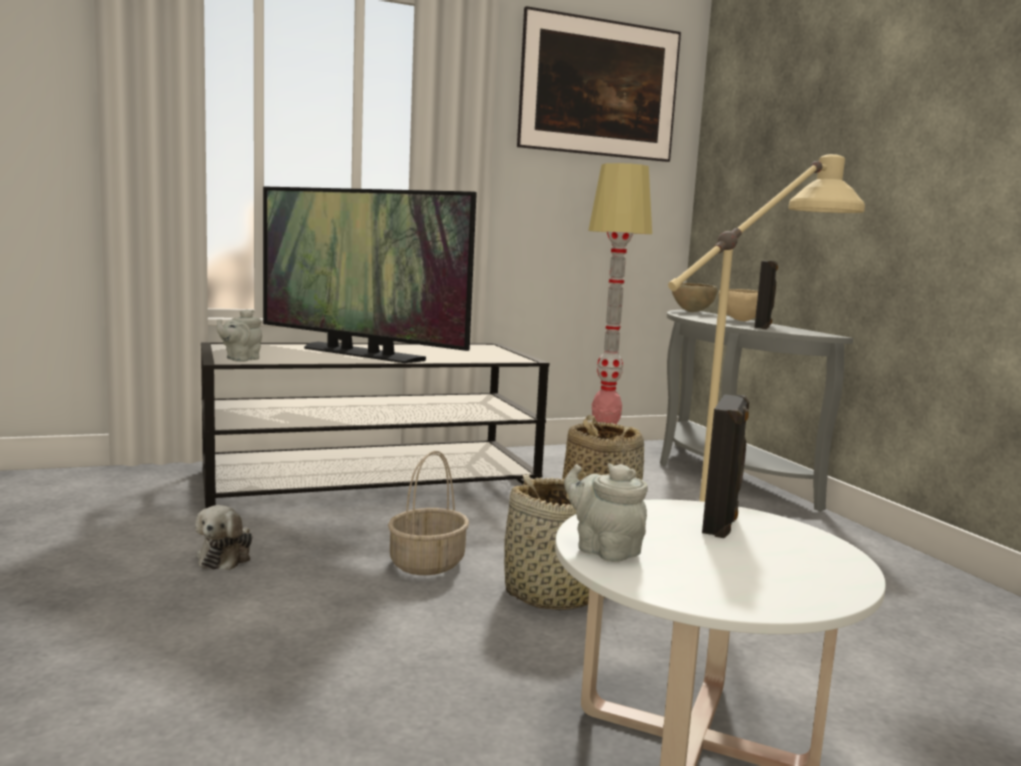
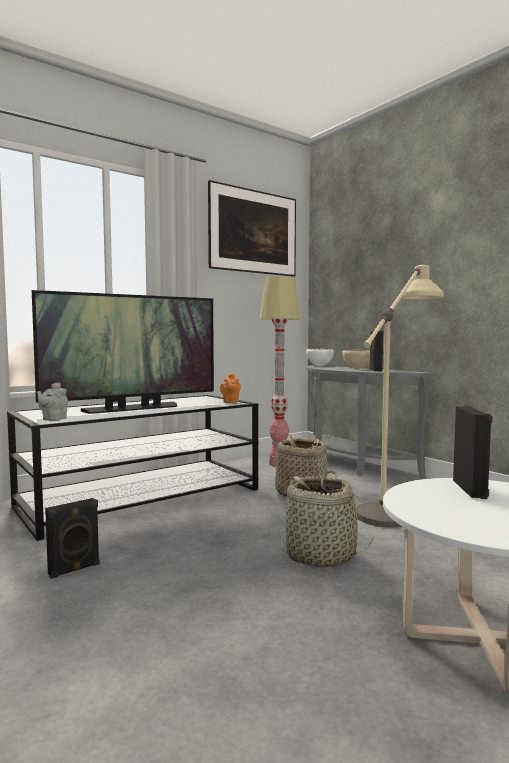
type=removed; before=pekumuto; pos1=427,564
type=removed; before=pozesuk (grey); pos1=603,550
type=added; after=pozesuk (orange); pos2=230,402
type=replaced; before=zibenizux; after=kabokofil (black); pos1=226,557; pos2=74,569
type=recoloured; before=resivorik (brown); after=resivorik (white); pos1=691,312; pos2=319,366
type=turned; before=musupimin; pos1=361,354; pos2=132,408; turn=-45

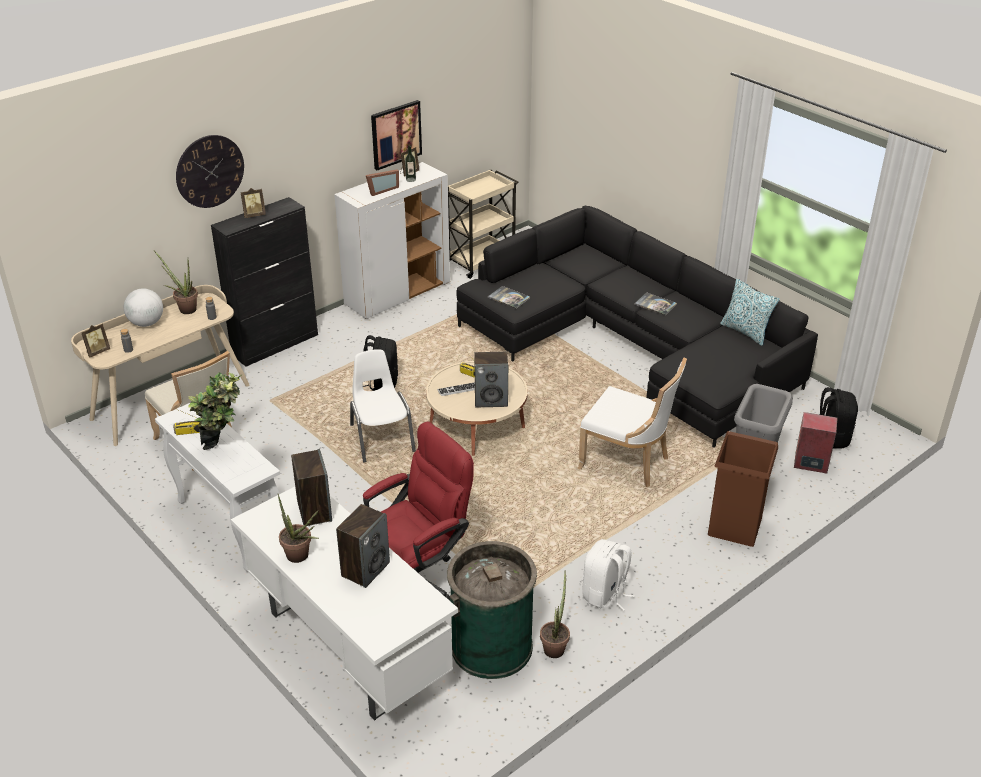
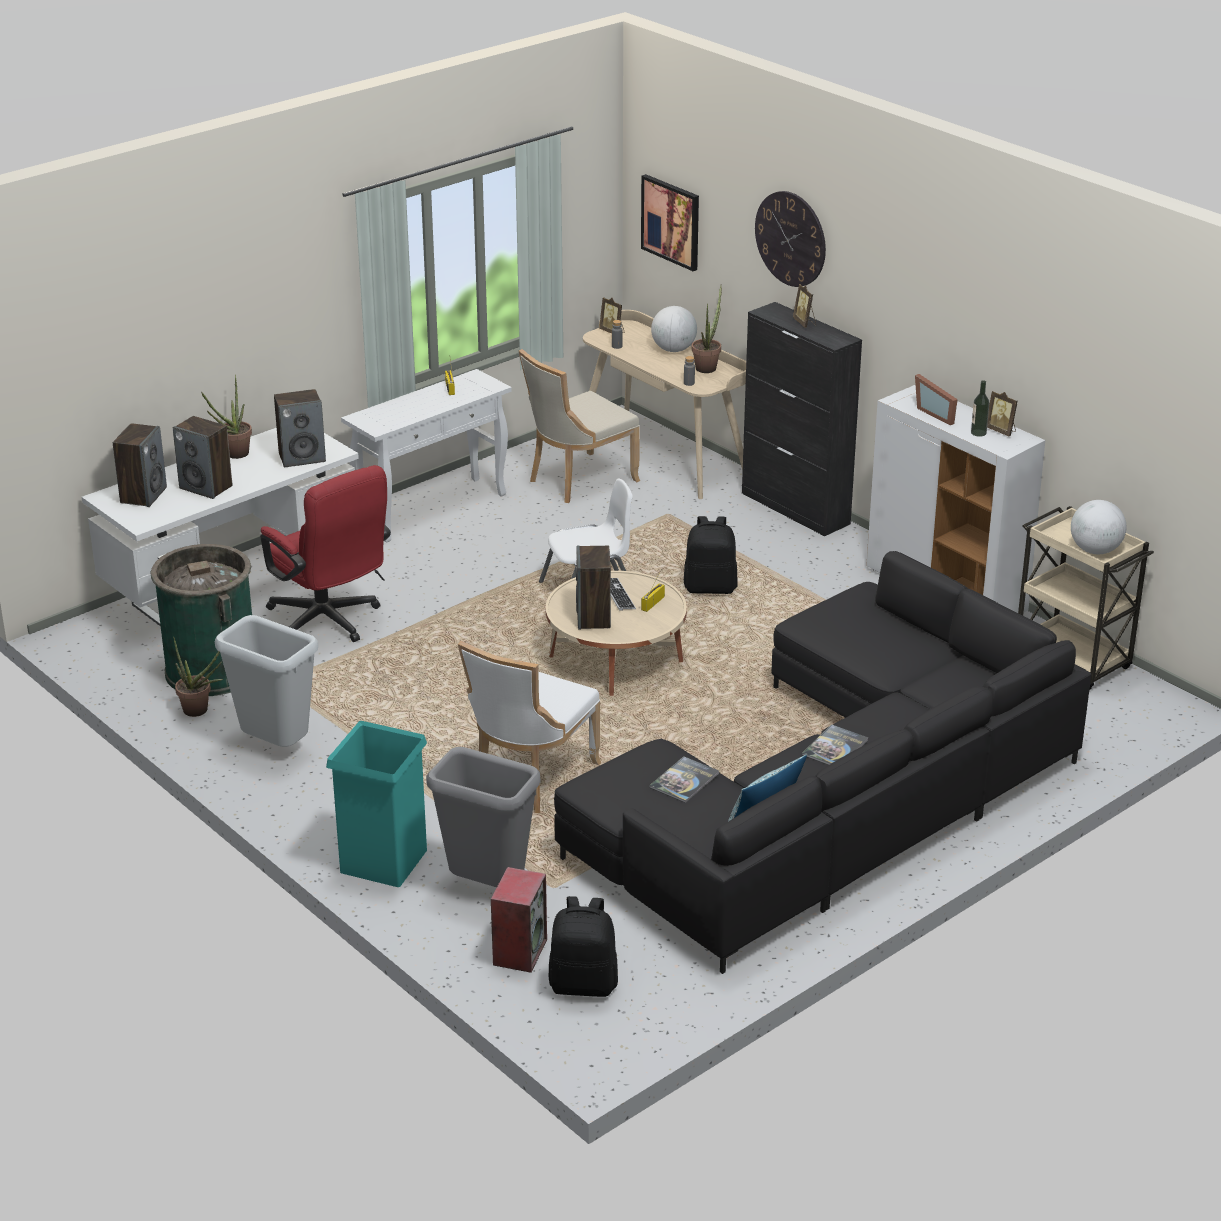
type=removed; before=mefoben; pos1=224,448
type=added; after=kabokofil; pos2=143,495
type=added; after=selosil; pos2=1095,550
type=moved; before=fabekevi; pos1=395,134; pos2=671,221
type=moved; before=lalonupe; pos1=509,298; pos2=684,780
type=replaced; before=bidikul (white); after=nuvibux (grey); pos1=605,594; pos2=274,748
type=recoloured; before=nuvibux (brown); after=nuvibux (turquoise); pos1=734,526; pos2=383,860

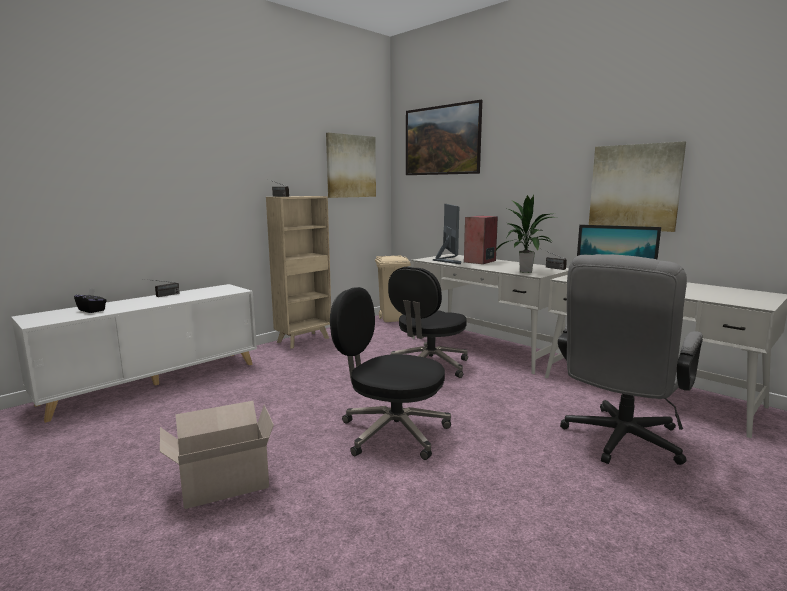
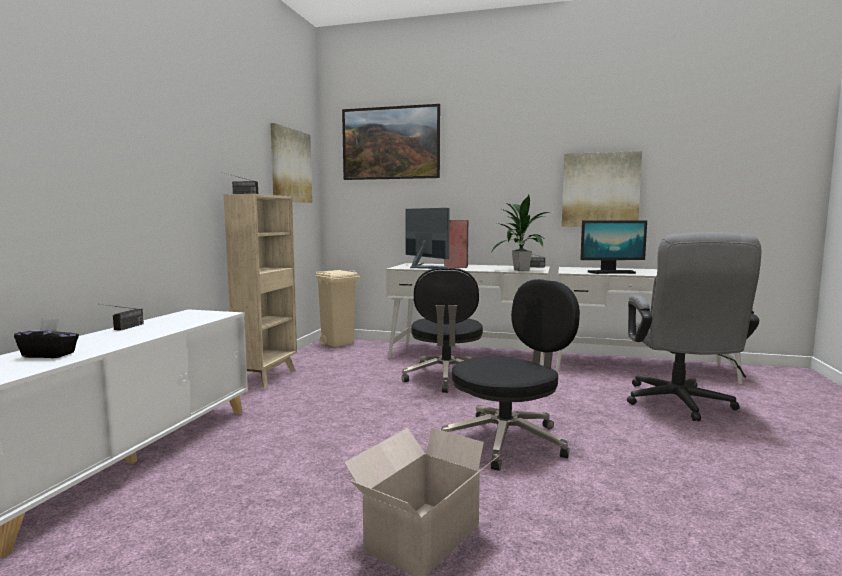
type=turned; before=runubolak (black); pos1=391,432; pos2=508,441; turn=150

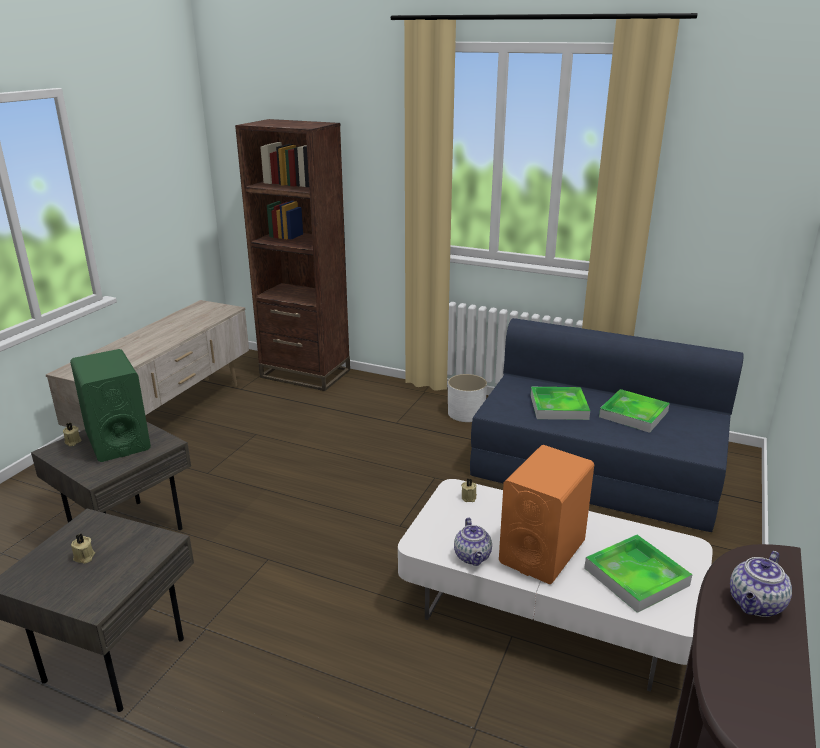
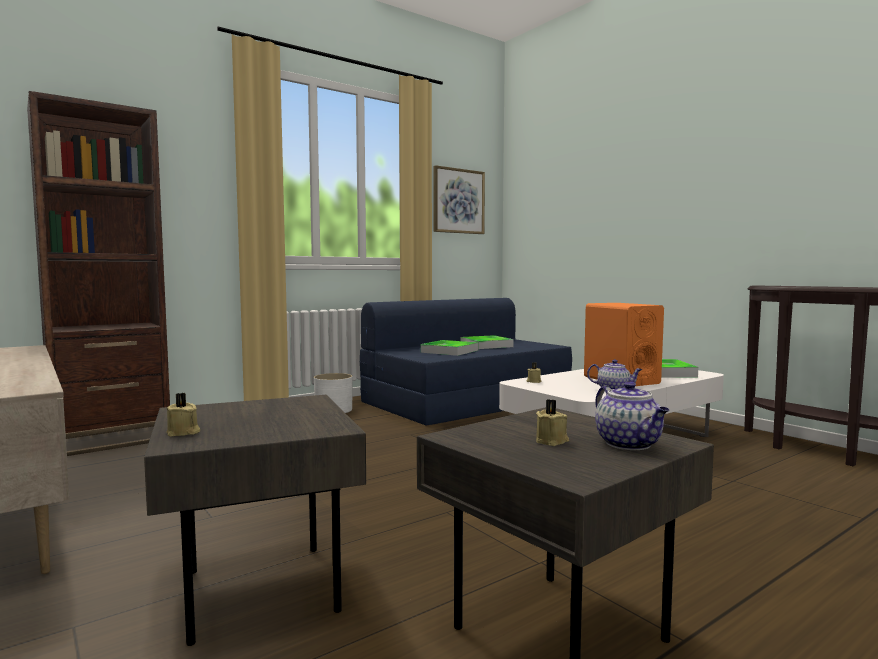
type=removed; before=kabokofil (green); pos1=117,440
type=added; after=fabekevi; pos2=458,201
type=moved; before=pozesuk; pos1=756,605; pos2=630,444

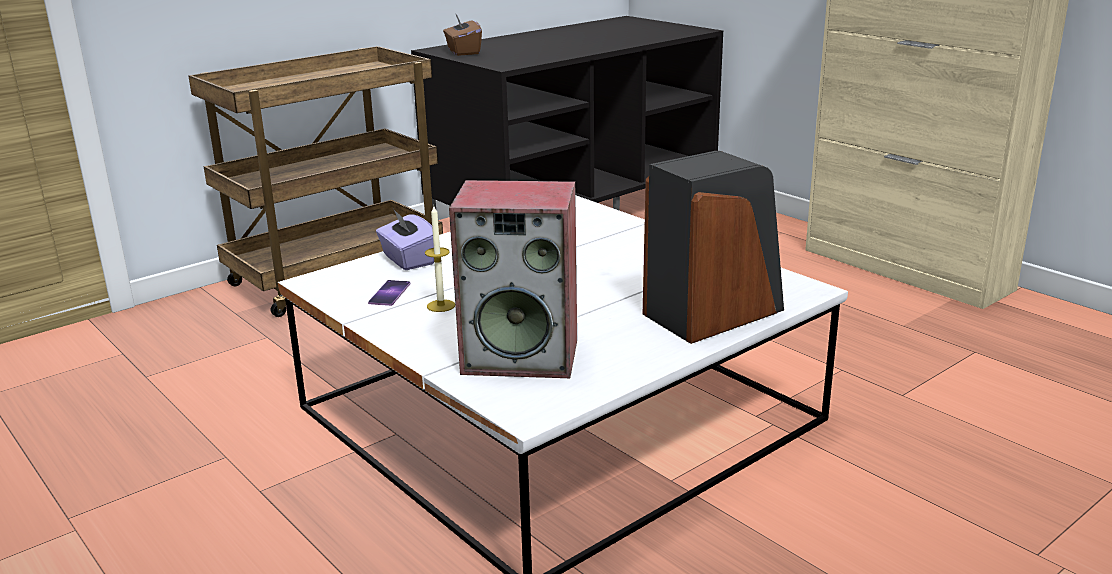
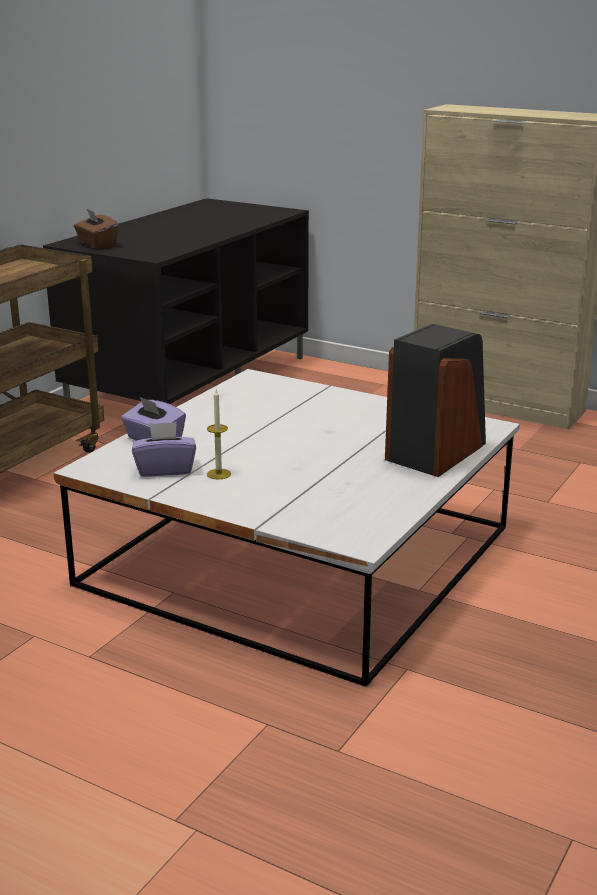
type=removed; before=kabokofil; pos1=522,356
type=replaced; before=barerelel; after=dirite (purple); pos1=389,293; pos2=165,469

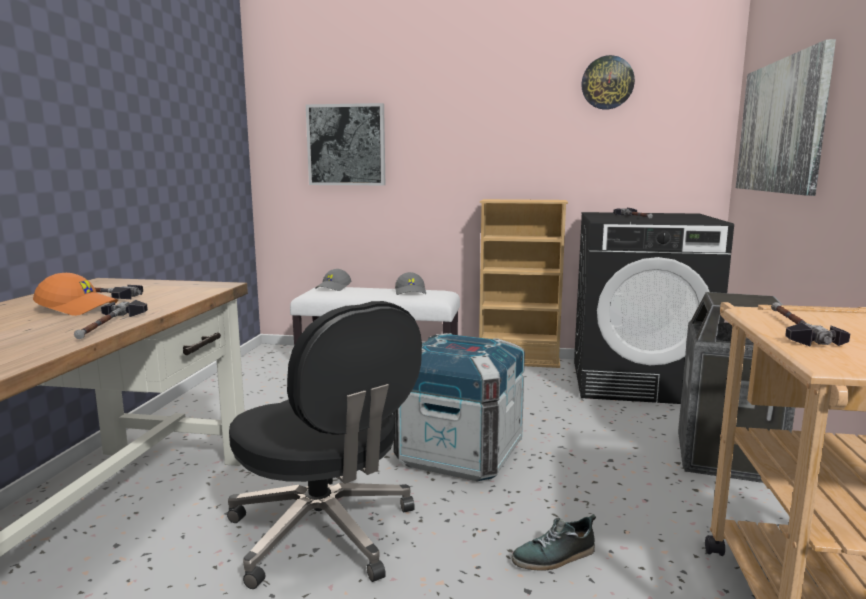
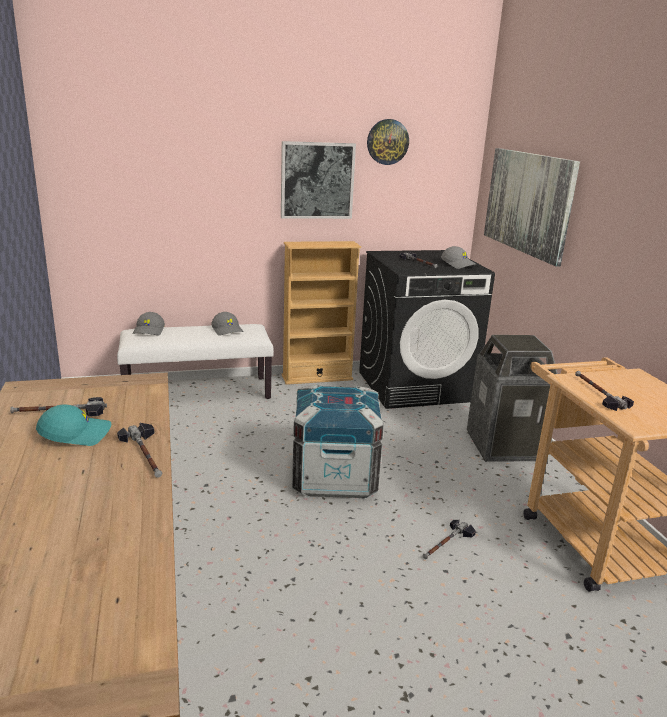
type=removed; before=runubolak (black); pos1=324,533
type=added; after=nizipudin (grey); pos2=458,264
type=moved; before=fabekevi; pos1=346,145; pos2=317,180
type=replaced; before=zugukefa; after=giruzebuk; pos1=554,557; pos2=446,544
type=recoloured; before=nizipudin (orange); after=nizipudin (turquoise); pos1=78,308; pos2=76,434

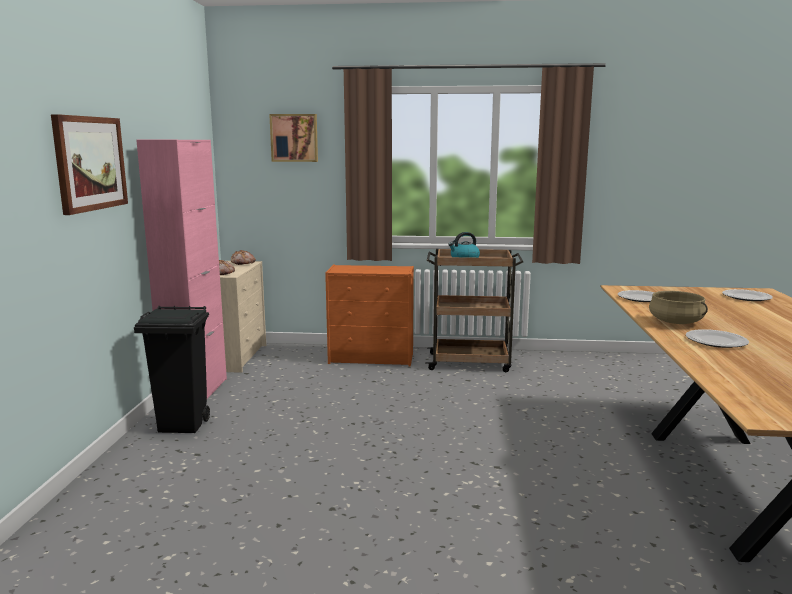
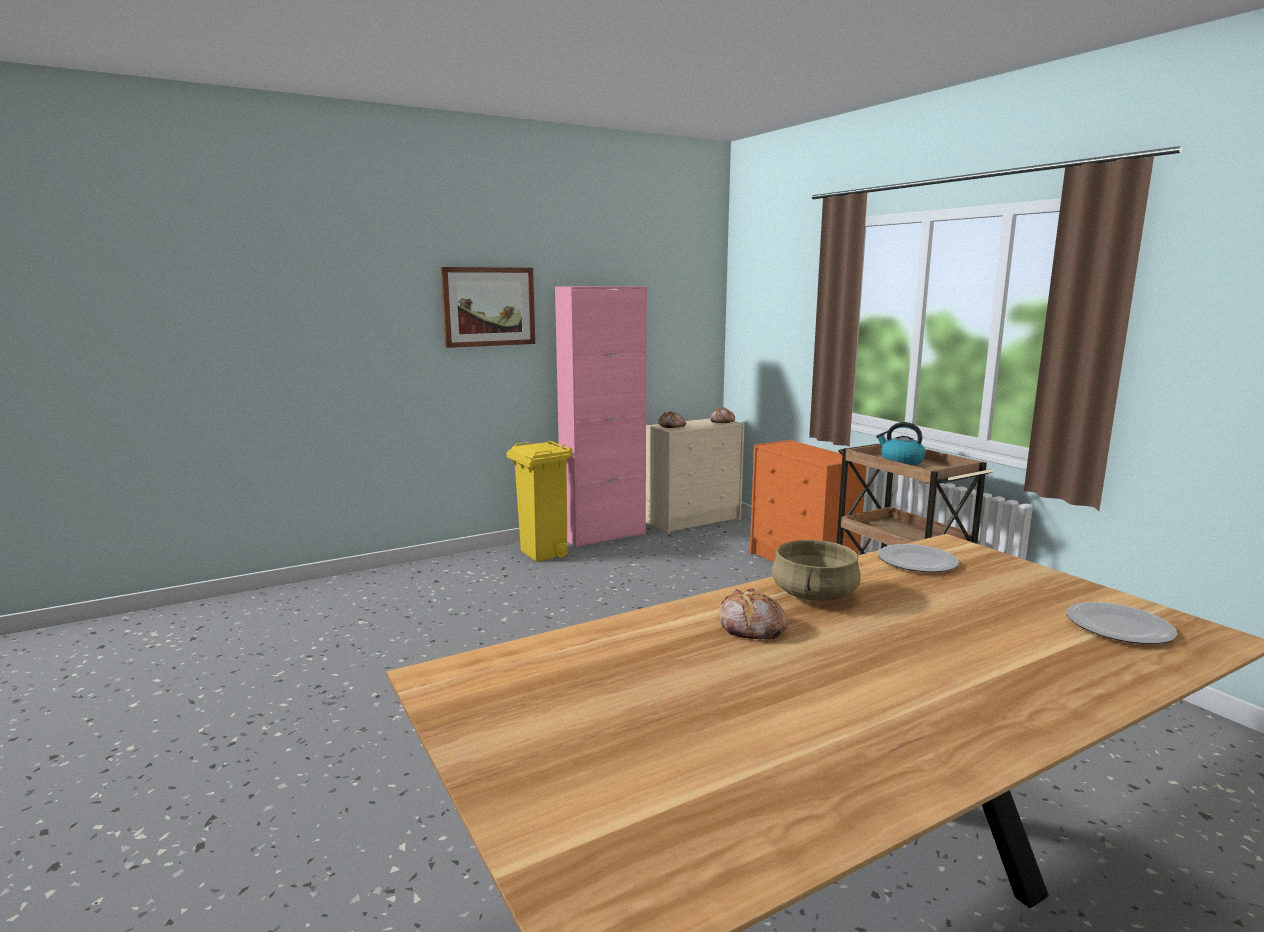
type=removed; before=fabekevi; pos1=294,138
type=replaced; before=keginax; after=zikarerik; pos1=717,341; pos2=751,627
type=recoloured; before=nuvibux (black); after=nuvibux (yellow); pos1=183,425; pos2=543,554

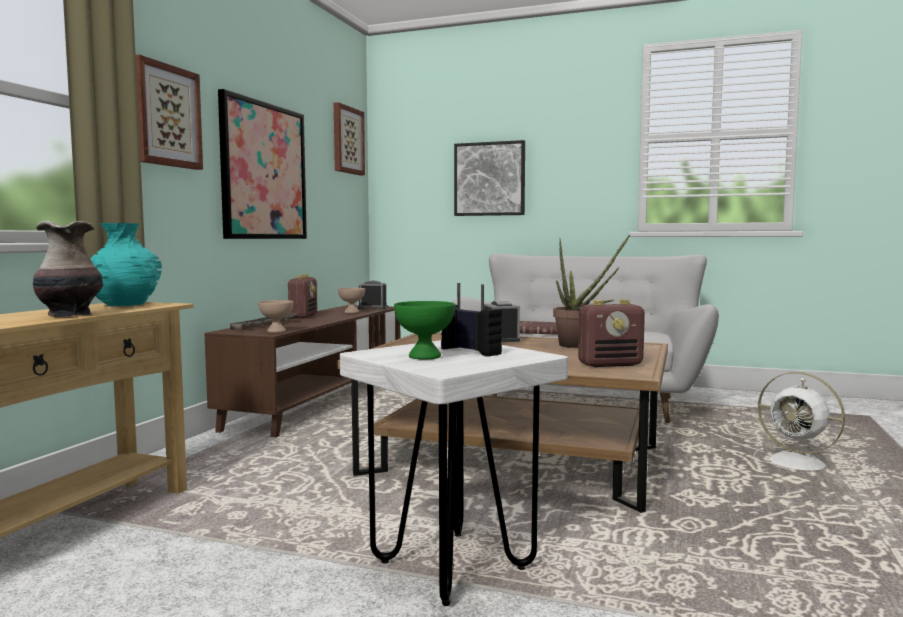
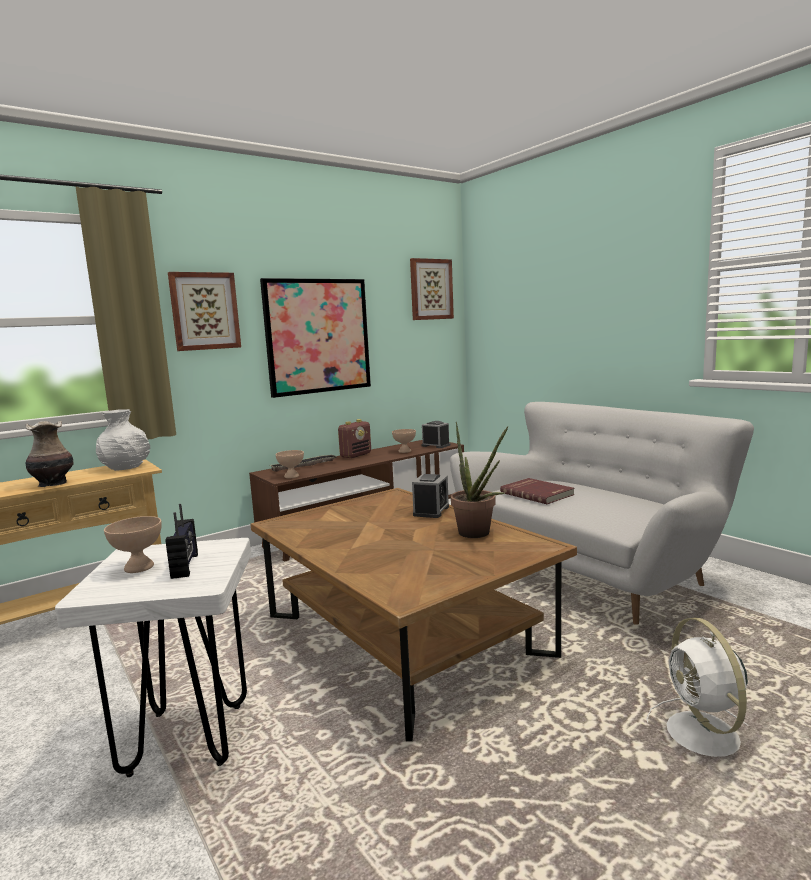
type=removed; before=fabekevi; pos1=489,179
type=removed; before=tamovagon; pos1=610,364
type=recoloured; before=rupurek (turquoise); after=rupurek (white); pos1=125,304; pos2=126,467
type=recoloured; before=resivorik (green); after=resivorik (beige); pos1=423,356; pos2=138,567

